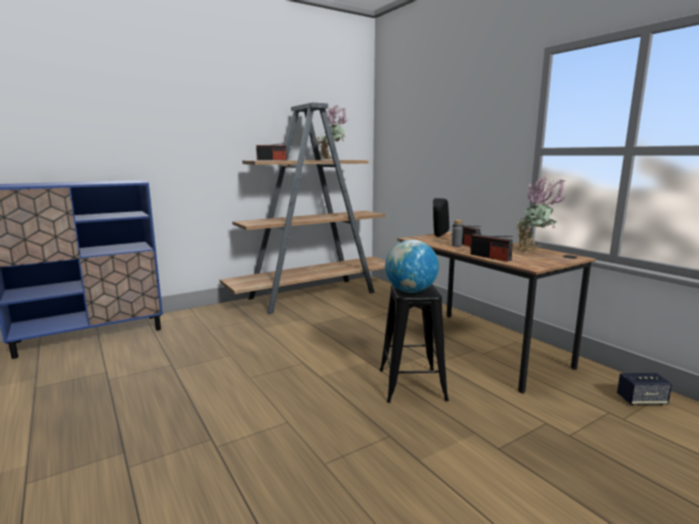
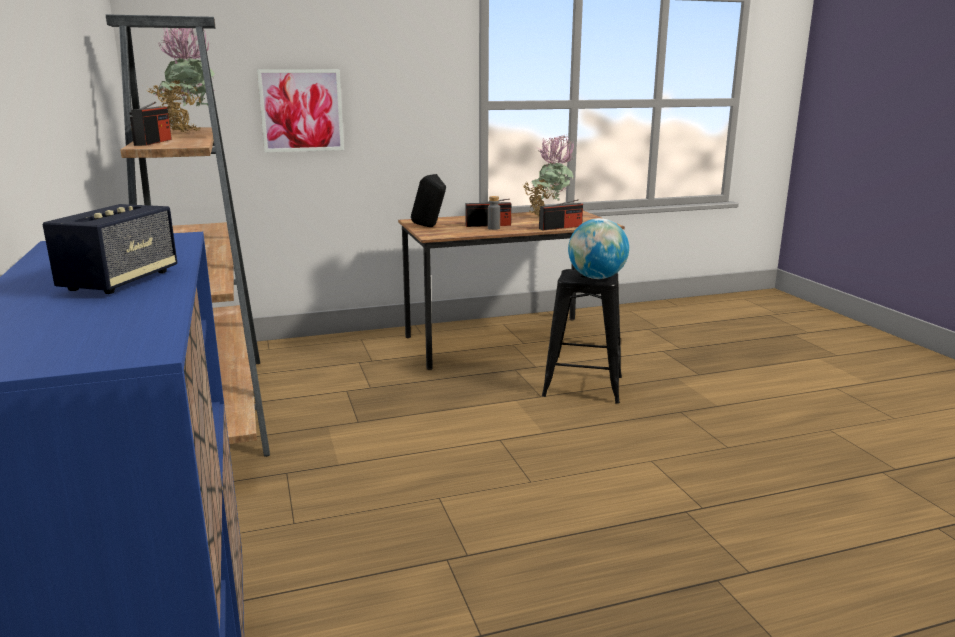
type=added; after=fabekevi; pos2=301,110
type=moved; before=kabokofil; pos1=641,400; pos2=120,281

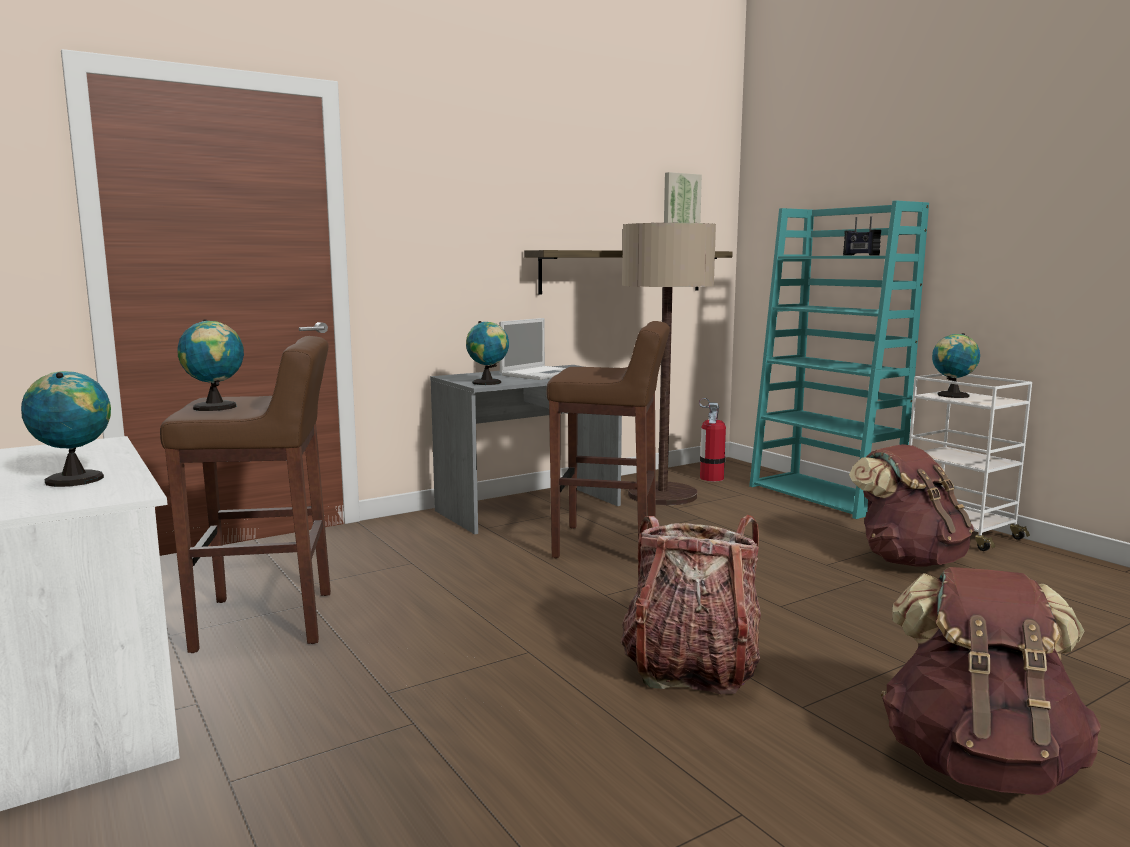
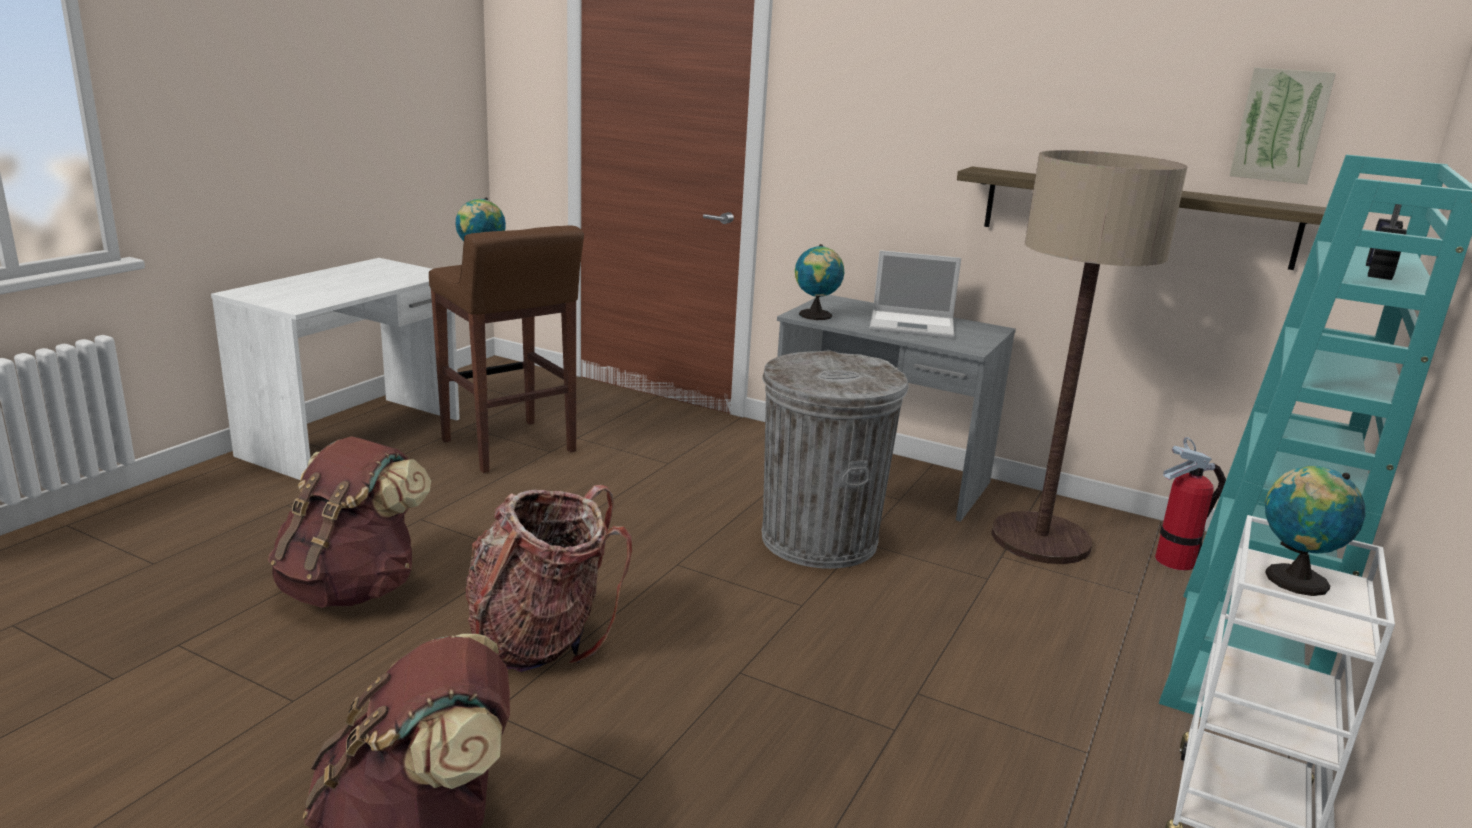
type=removed; before=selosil; pos1=74,479
type=moved; before=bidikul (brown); pos1=907,560; pos2=353,588
type=replaced; before=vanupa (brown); after=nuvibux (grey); pos1=608,545; pos2=818,539

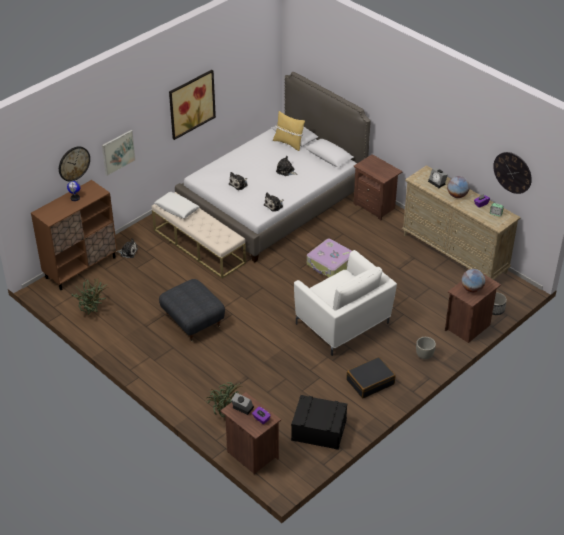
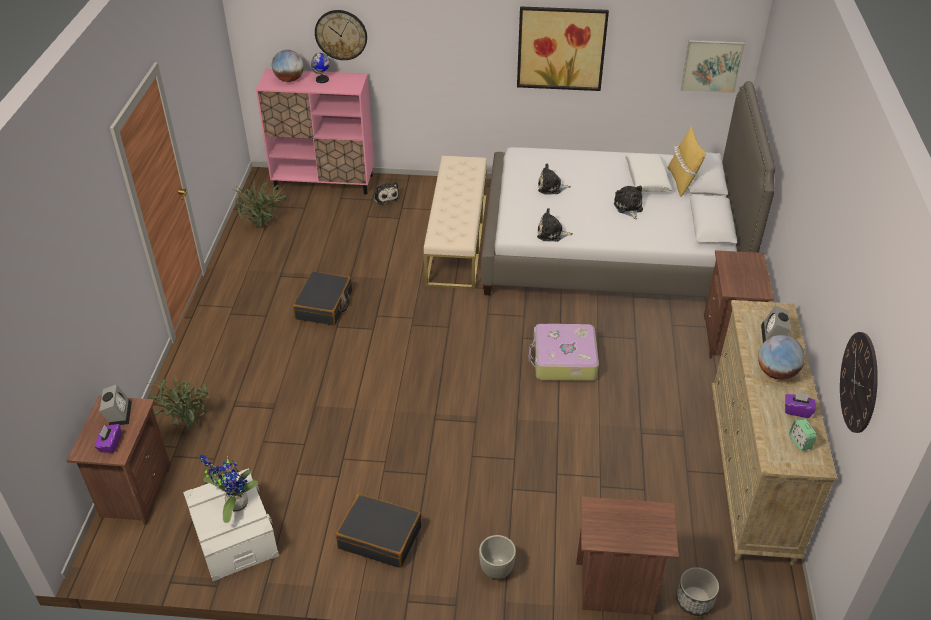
type=removed; before=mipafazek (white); pos1=343,324
type=added; after=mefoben; pos2=234,504
type=moved; before=fabekevi; pos1=118,152; pos2=711,66
type=moved; before=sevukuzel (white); pos1=177,209; pos2=646,179
type=moved; before=selosil; pos1=472,289; pos2=289,79
type=replaced; before=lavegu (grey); after=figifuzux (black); pos1=192,322; pos2=324,305
type=recoloured; before=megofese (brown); after=megofese (pink); pos1=81,267; pos2=324,182
type=recoloured; before=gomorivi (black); after=gomorivi (white); pos1=318,430; pos2=234,536

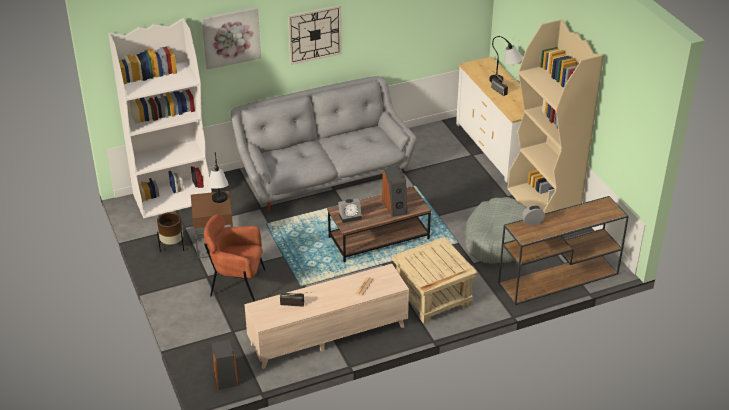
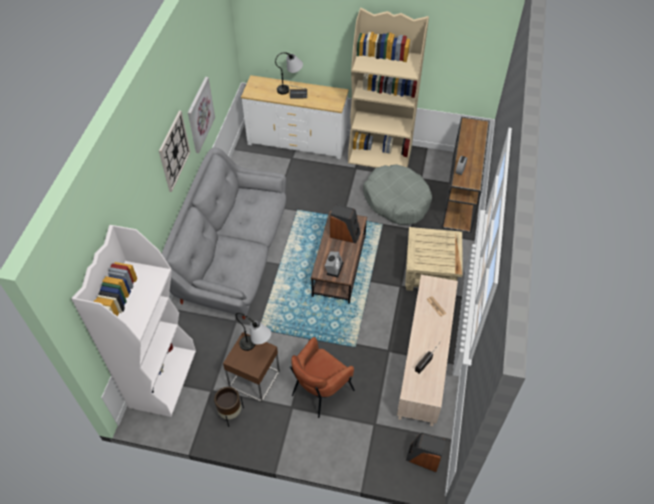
type=moved; before=fabekevi; pos1=231,37; pos2=200,114

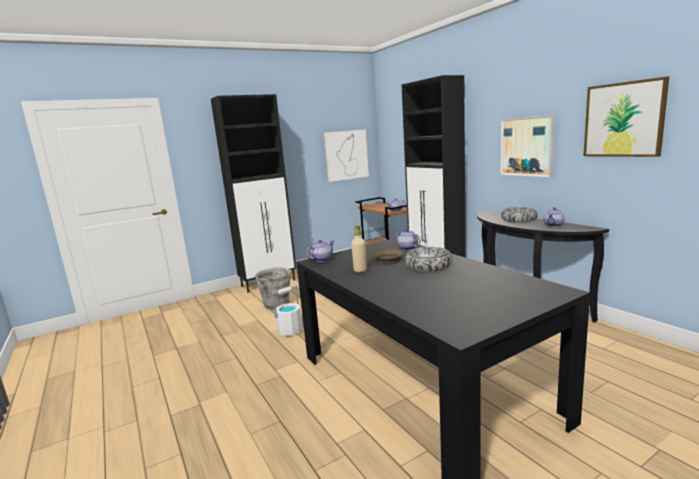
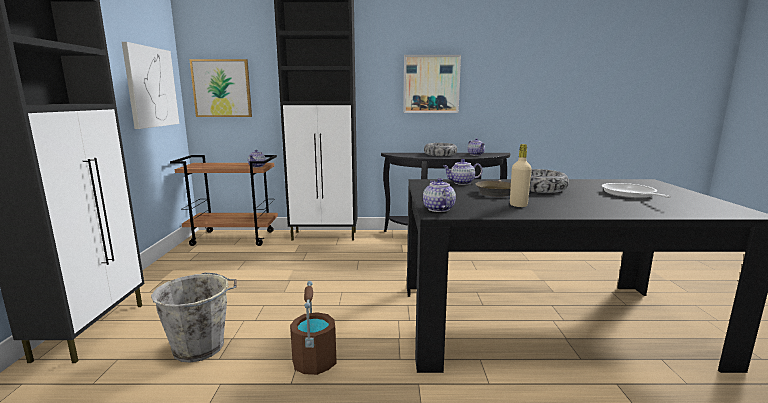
type=added; after=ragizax; pos2=630,195
type=moved; before=fabekevi; pos1=623,119; pos2=222,88
type=recoloured; before=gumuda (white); after=gumuda (brown); pos1=290,330; pos2=314,362

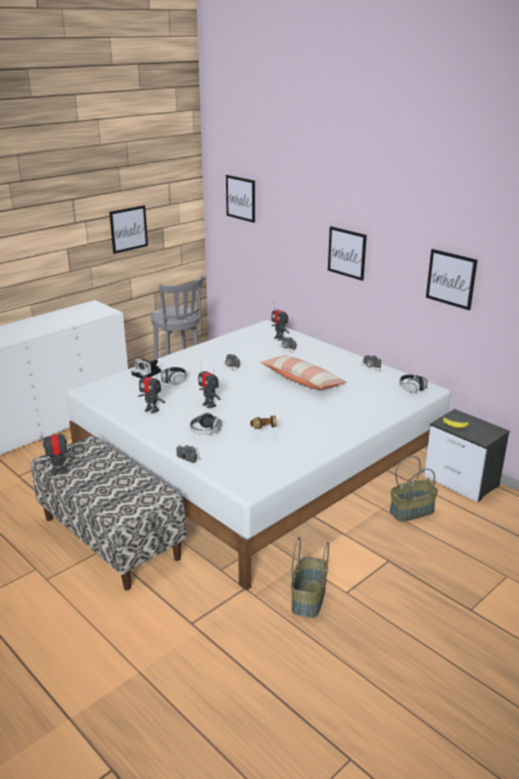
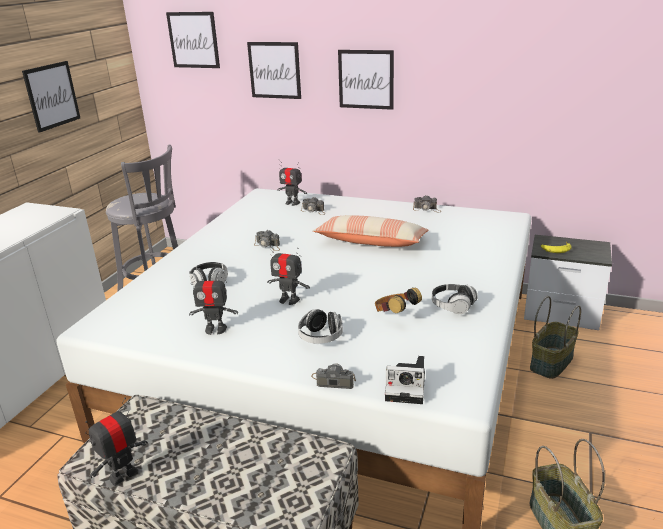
type=moved; before=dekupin; pos1=147,373; pos2=407,387
type=moved; before=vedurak; pos1=412,388; pos2=452,306
type=moved; before=fabekevi; pos1=451,279; pos2=274,70

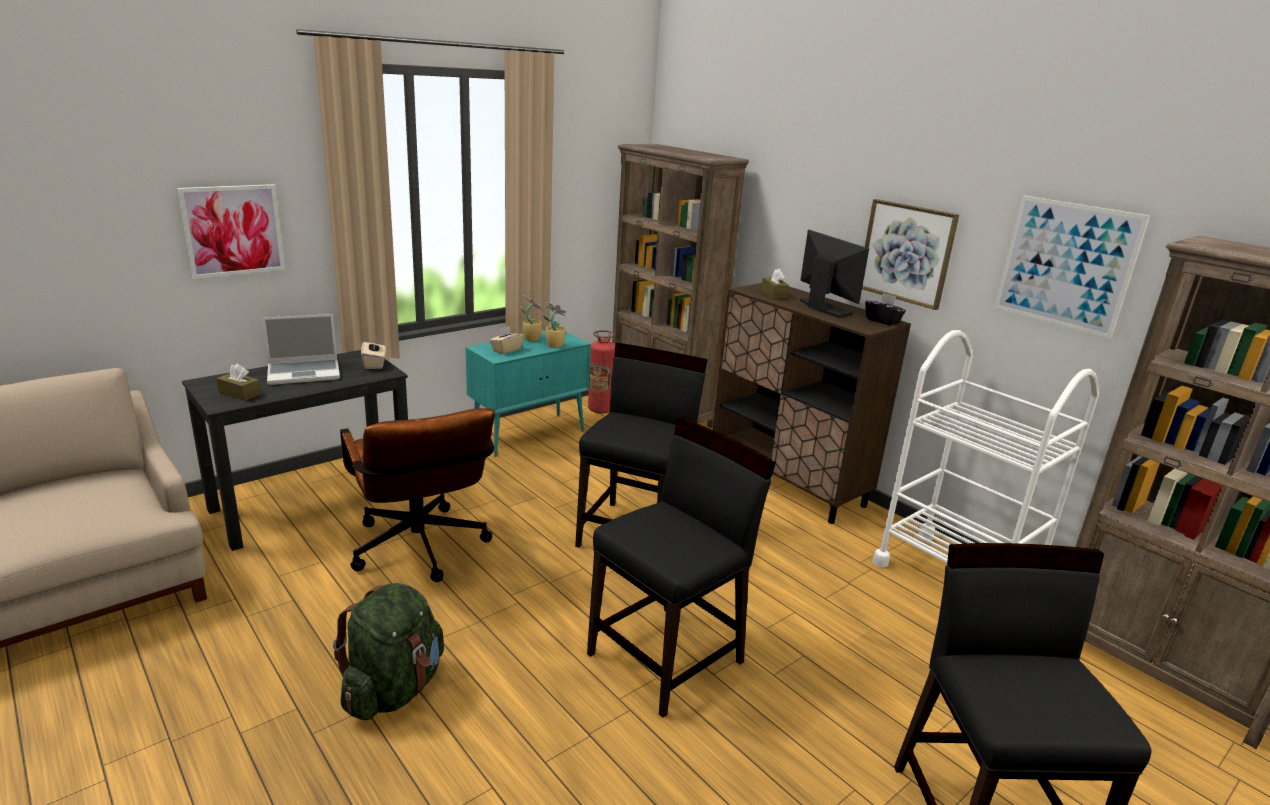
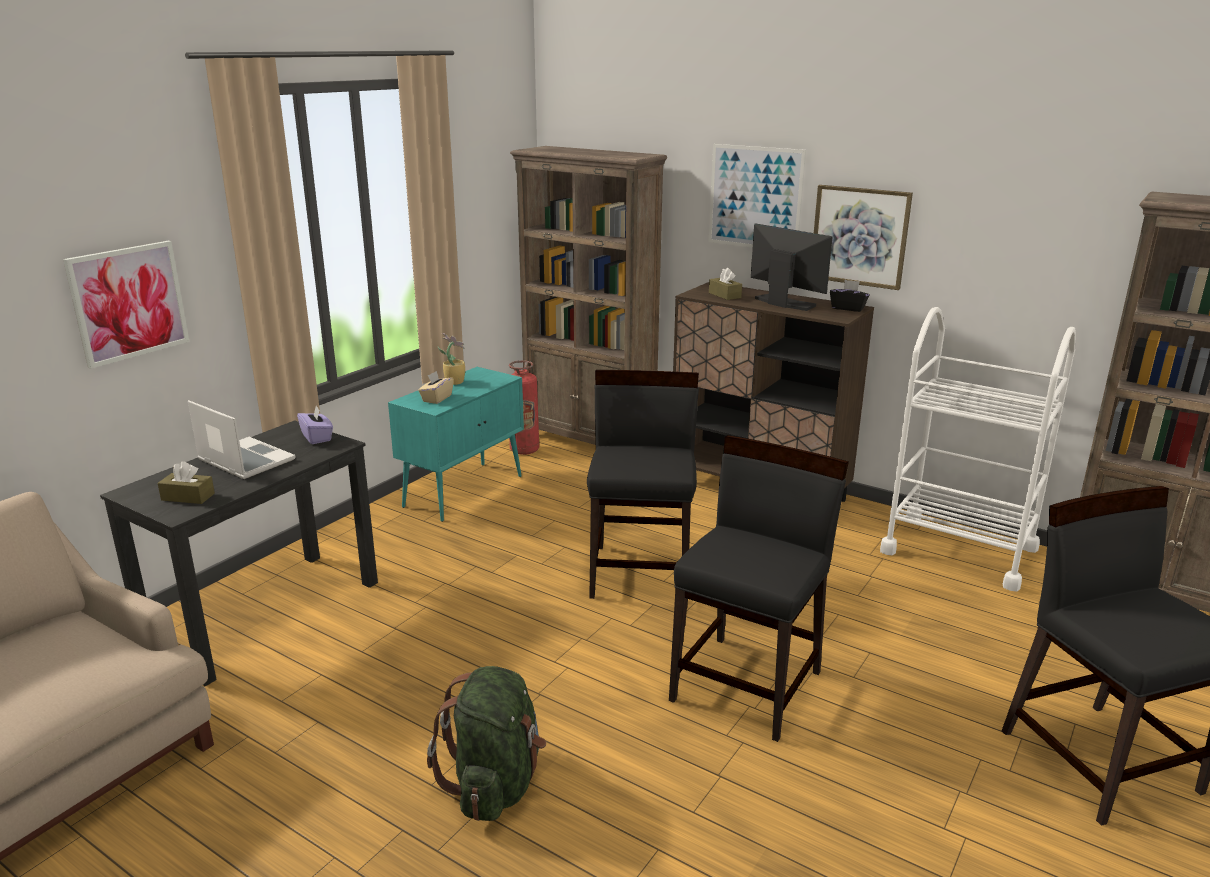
type=removed; before=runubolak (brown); pos1=421,552
type=removed; before=mefoben; pos1=554,345
type=moved; before=fabekevi; pos1=1066,265; pos2=755,198
type=recoloured; before=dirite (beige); after=dirite (purple); pos1=374,364; pos2=317,437
type=turned; before=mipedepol; pos1=305,373; pos2=244,460; turn=-105

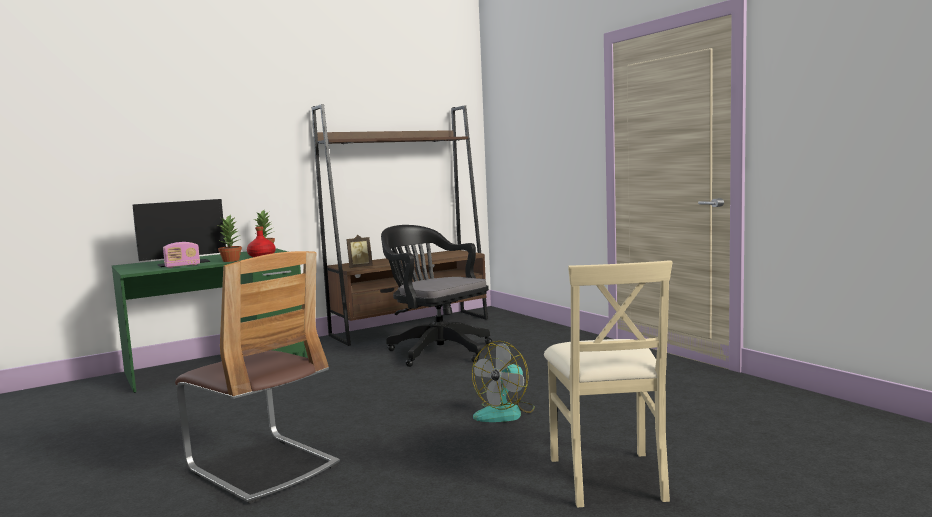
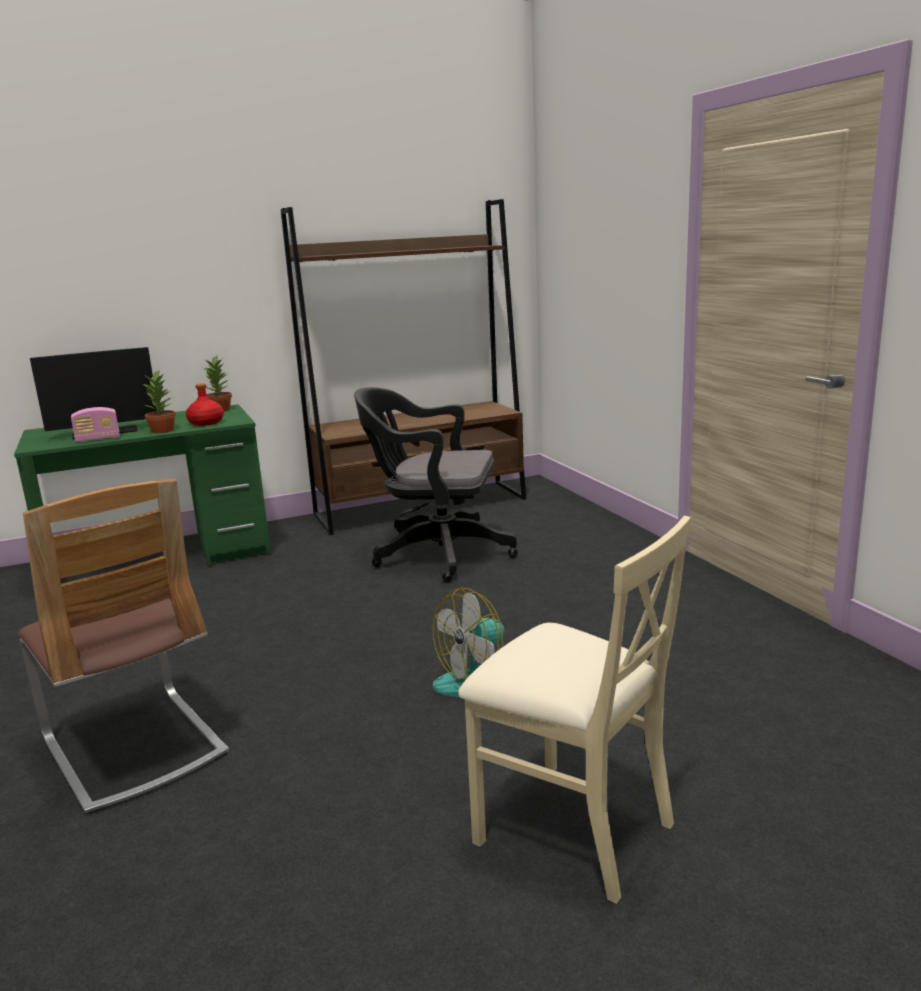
type=removed; before=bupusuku; pos1=359,267
type=turned; before=runubolak (black); pos1=436,351; pos2=436,554; turn=-45
type=turned; before=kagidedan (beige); pos1=608,477; pos2=572,829; turn=-60

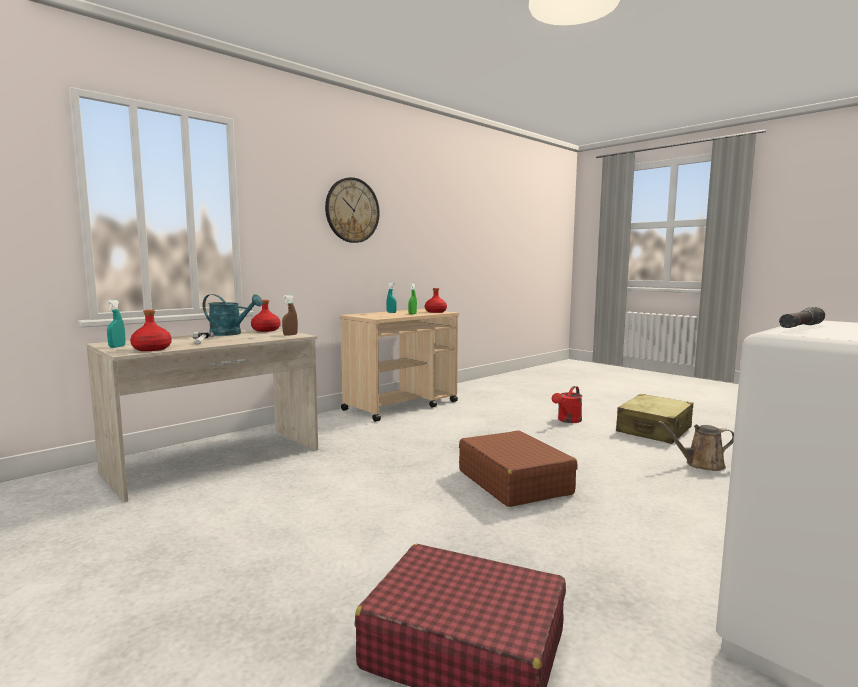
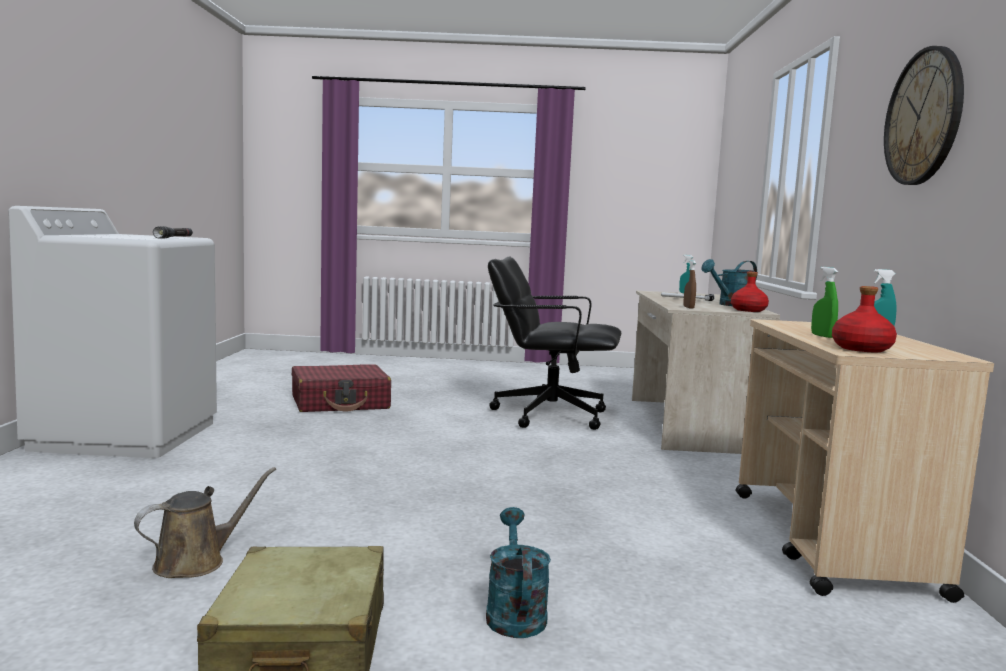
type=removed; before=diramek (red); pos1=151,349
type=removed; before=figifuzux (brown); pos1=514,482
type=added; after=runubolak (black); pos2=549,415
type=recoloured; before=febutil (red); after=febutil (turquoise); pos1=567,420; pos2=514,612

